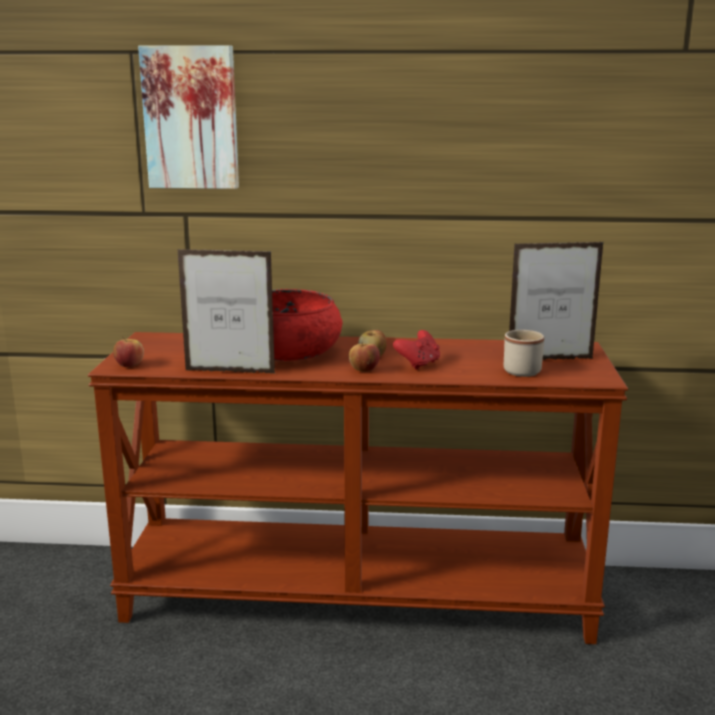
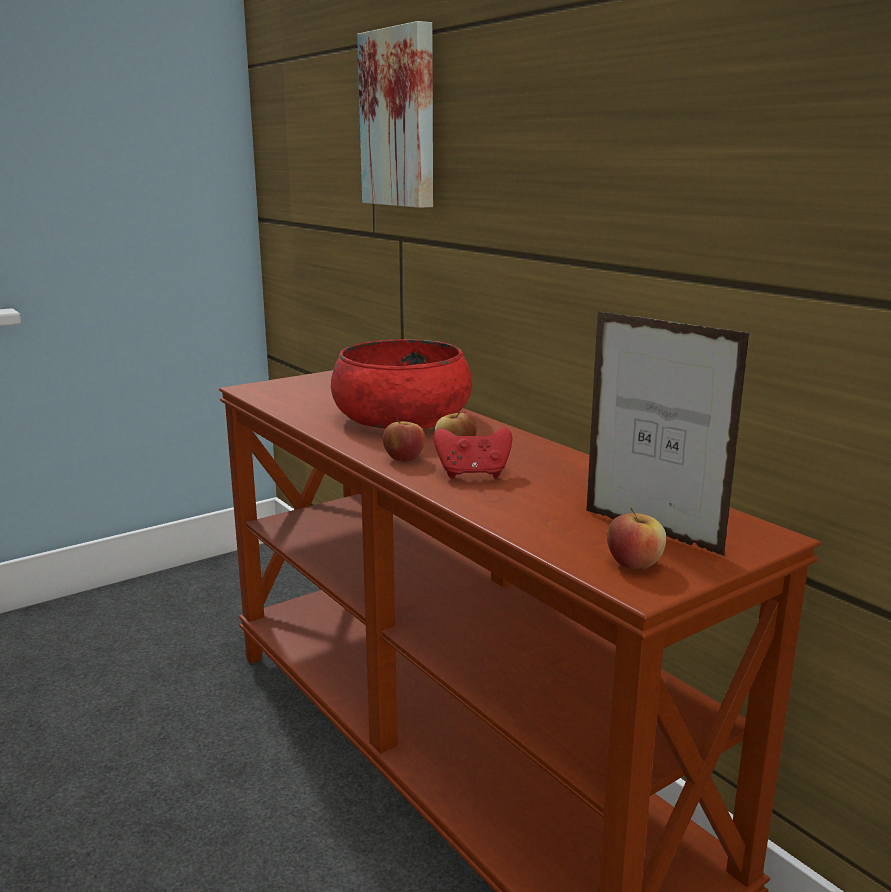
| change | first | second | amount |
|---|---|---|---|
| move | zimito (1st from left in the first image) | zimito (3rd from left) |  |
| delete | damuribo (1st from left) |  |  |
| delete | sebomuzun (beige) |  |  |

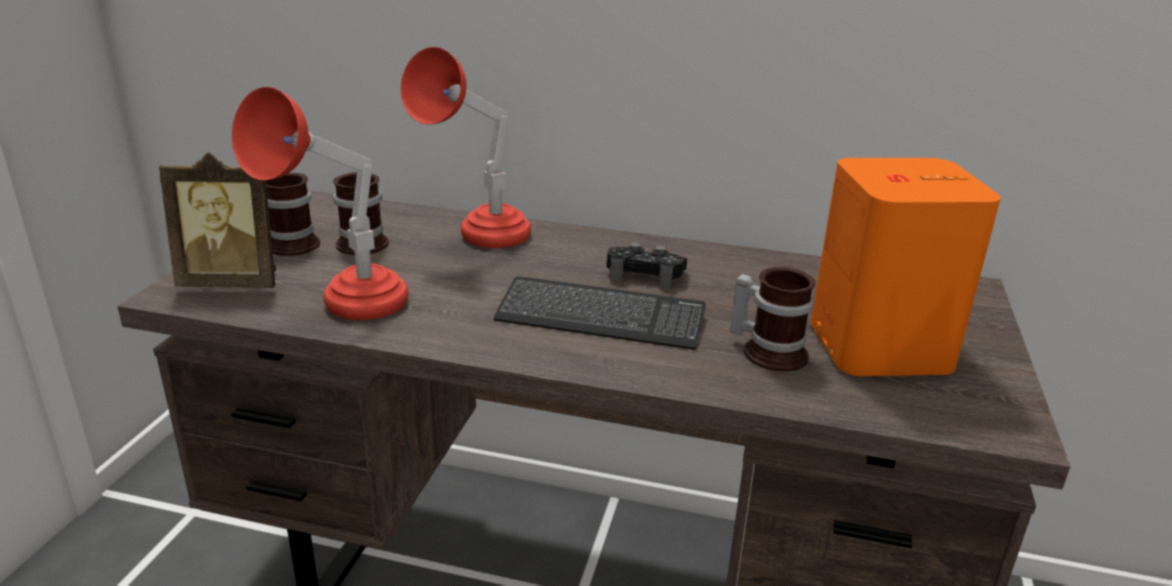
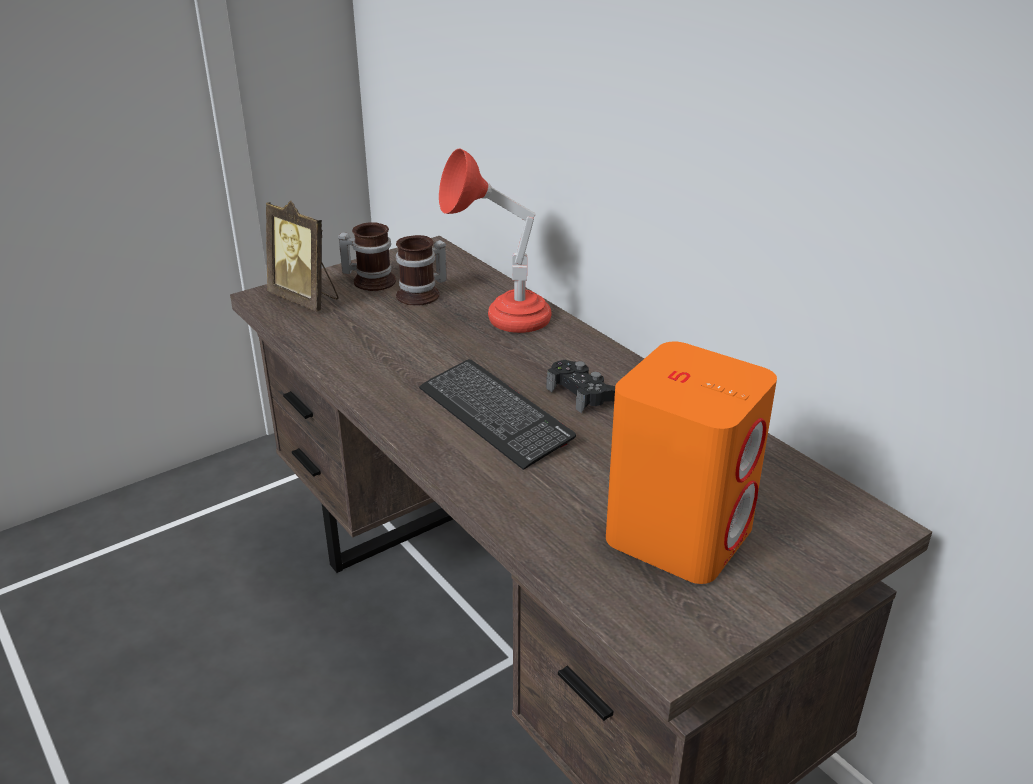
| change | first | second | amount |
|---|---|---|---|
| delete | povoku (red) (1st from left) |  |  |
| delete | sebomuzun (3rd from left) |  |  |

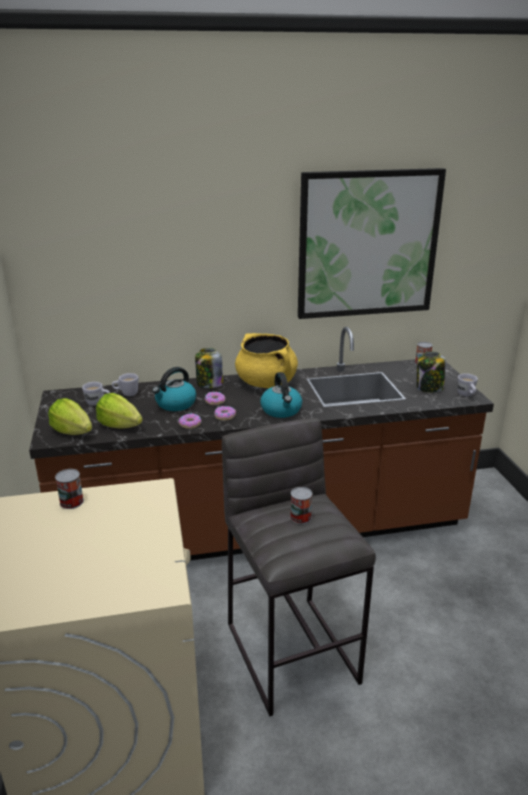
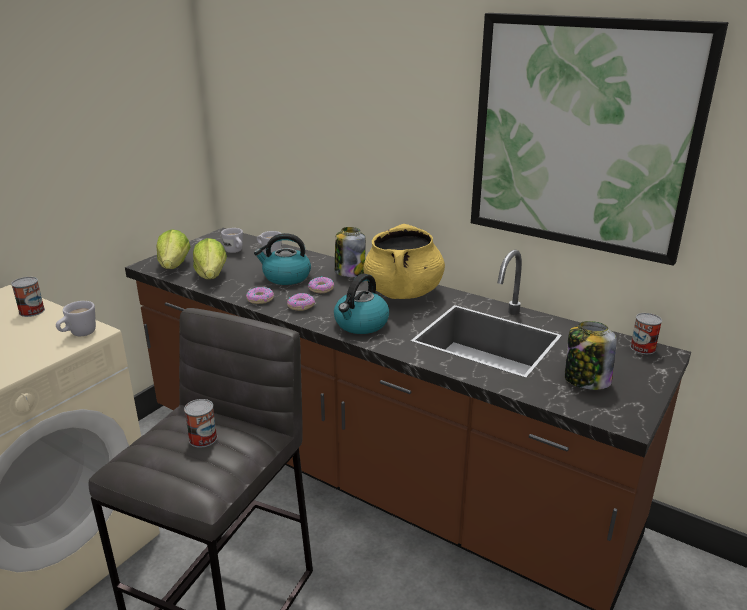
| change | first | second | amount |
|---|---|---|---|
| move | sebomuzun (white) (3rd from left in the first image) | sebomuzun (white) (1st from left) |  |

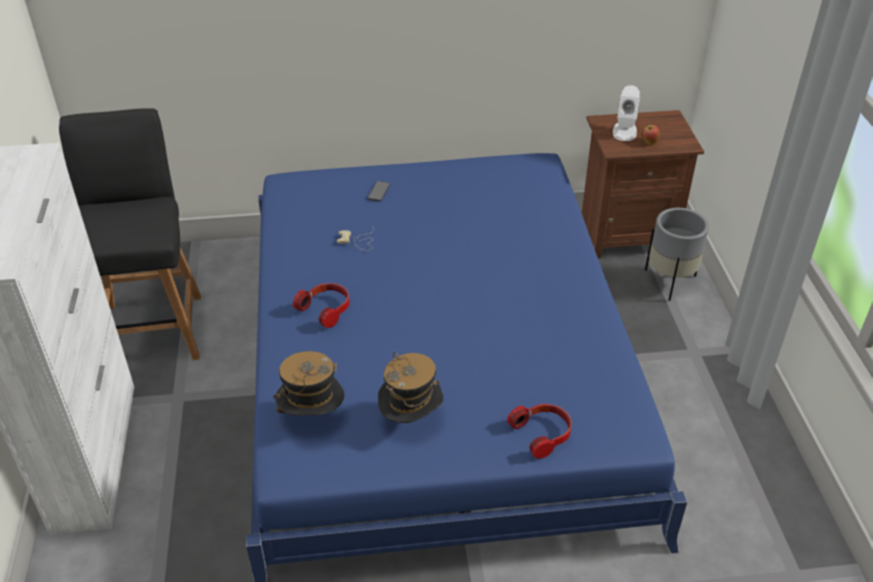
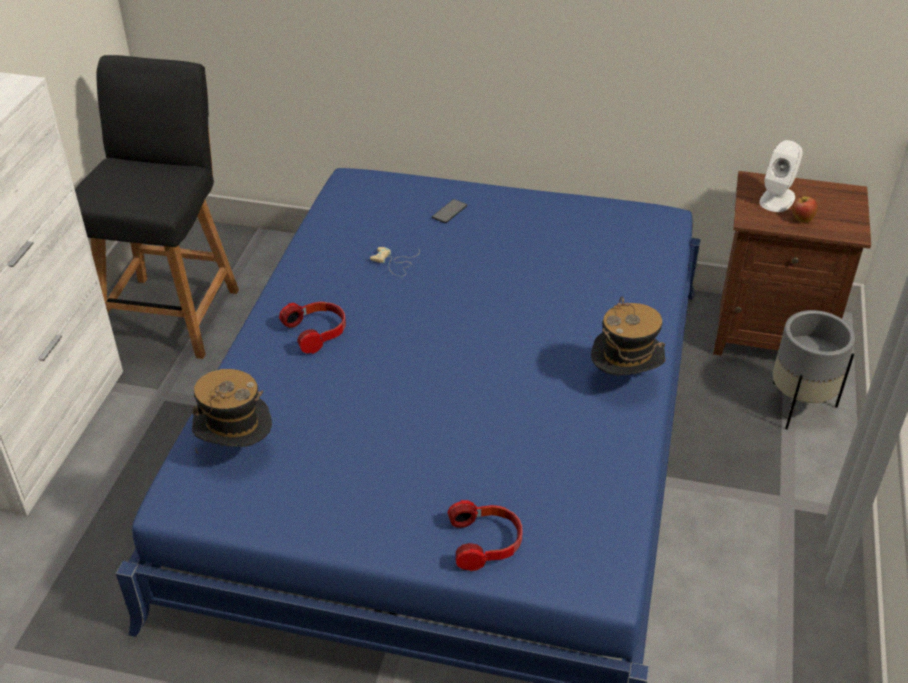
| change | first | second | amount |
|---|---|---|---|
| move | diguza (2nd from left) |  |  |

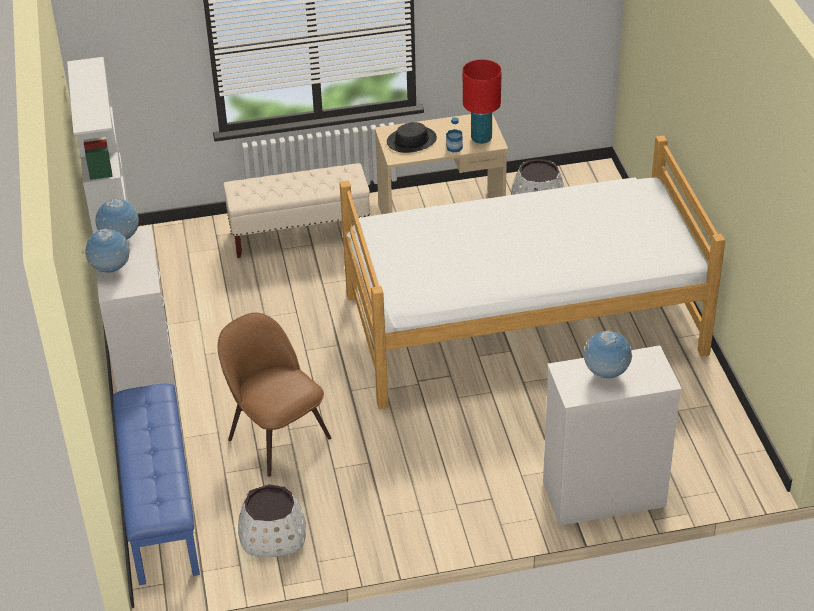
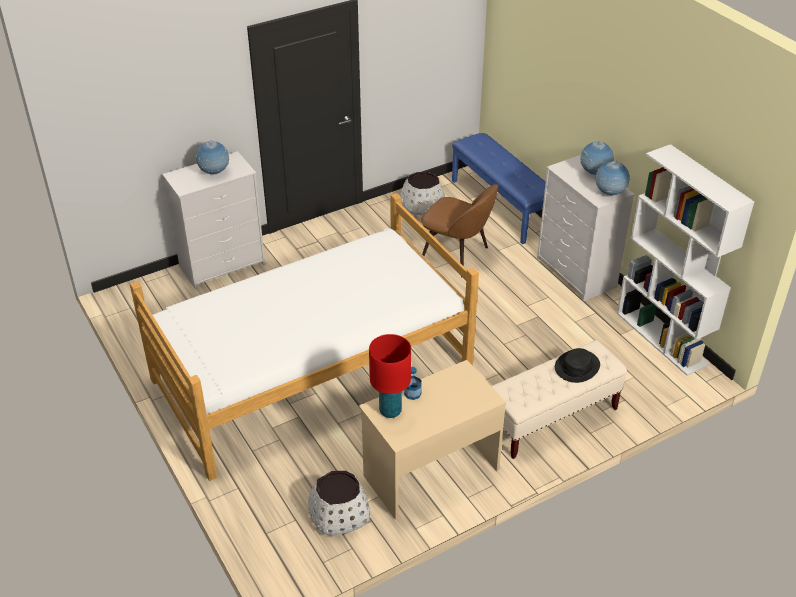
| change | first | second | amount |
|---|---|---|---|
| move | diguza (black) |  |  |

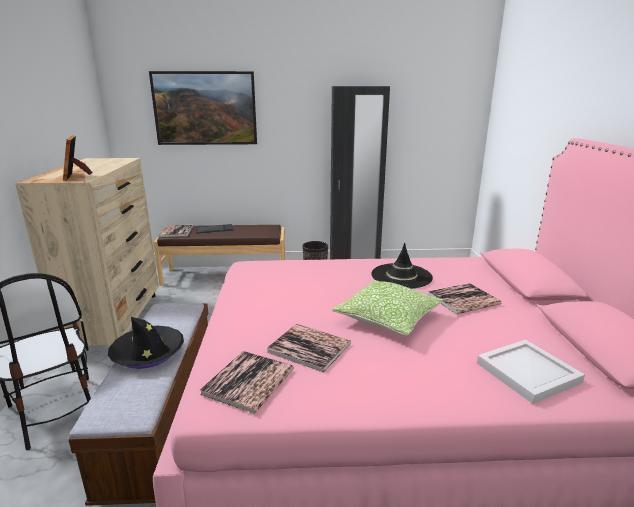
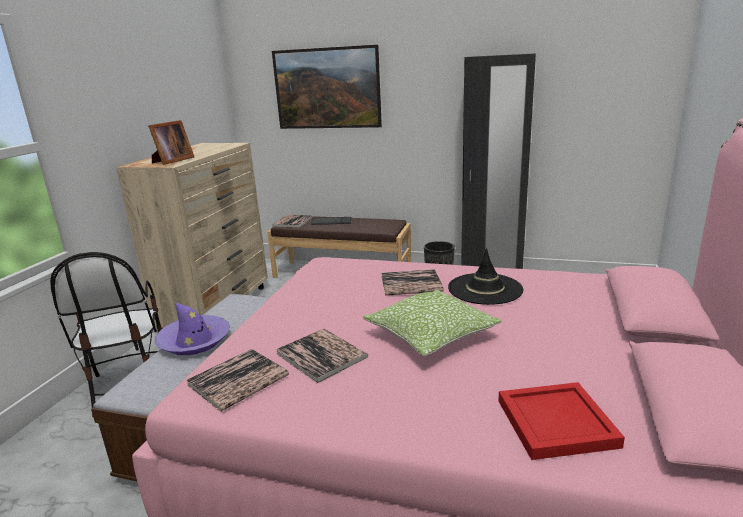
| change | first | second | amount |
|---|---|---|---|
| rotate | damuribo |  | 150 degrees counterclockwise |
| recolor | diguza (black) (1st from left) | diguza (purple) |  |
| move | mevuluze (4th from left) |  |  |
| recolor | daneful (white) | daneful (red) |  |

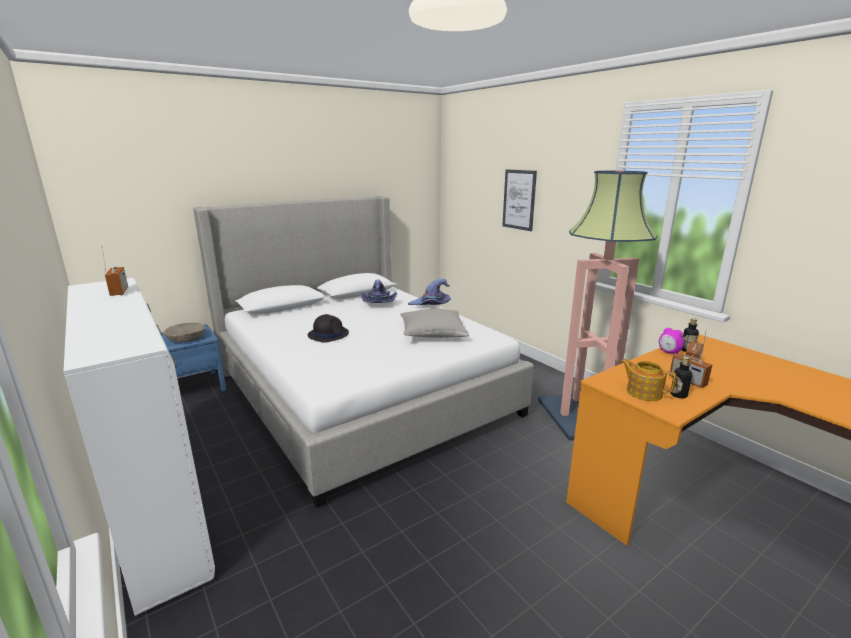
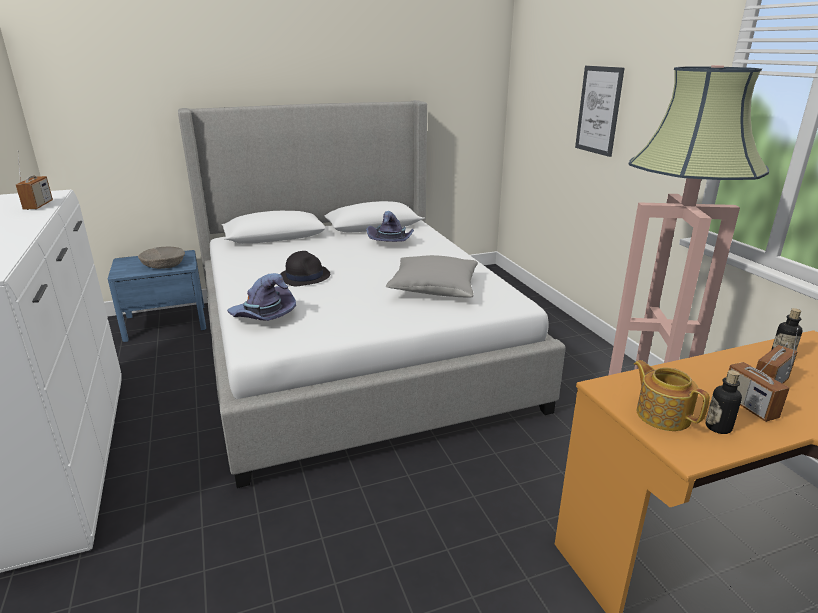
| change | first | second | amount |
|---|---|---|---|
| move | diguza (purple) (2nd from left in the first image) | diguza (purple) (1st from left) |  |
| delete | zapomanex |  |  |

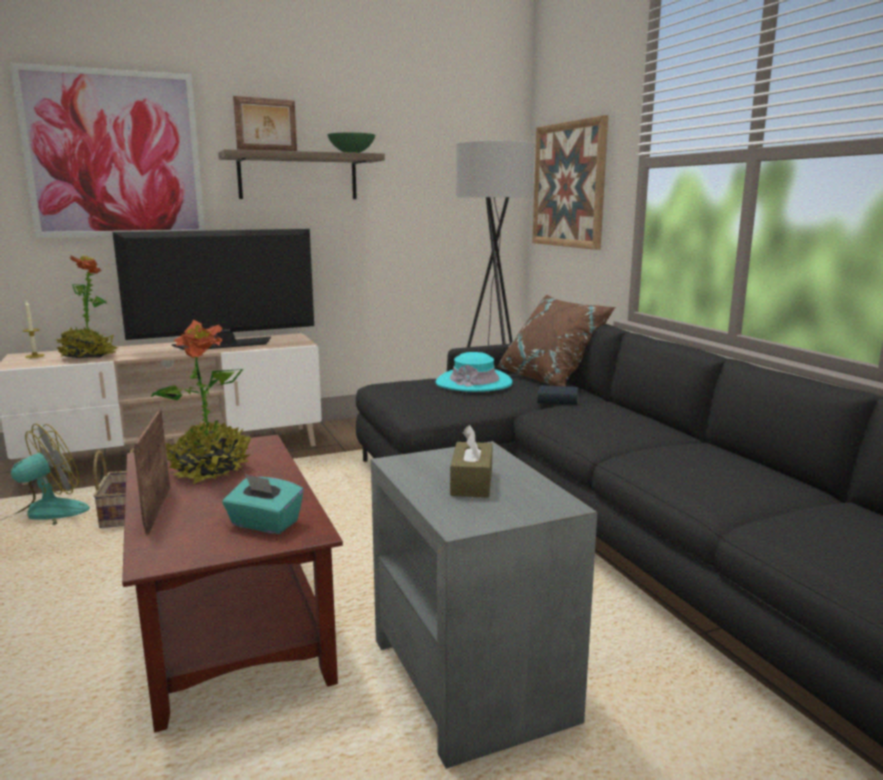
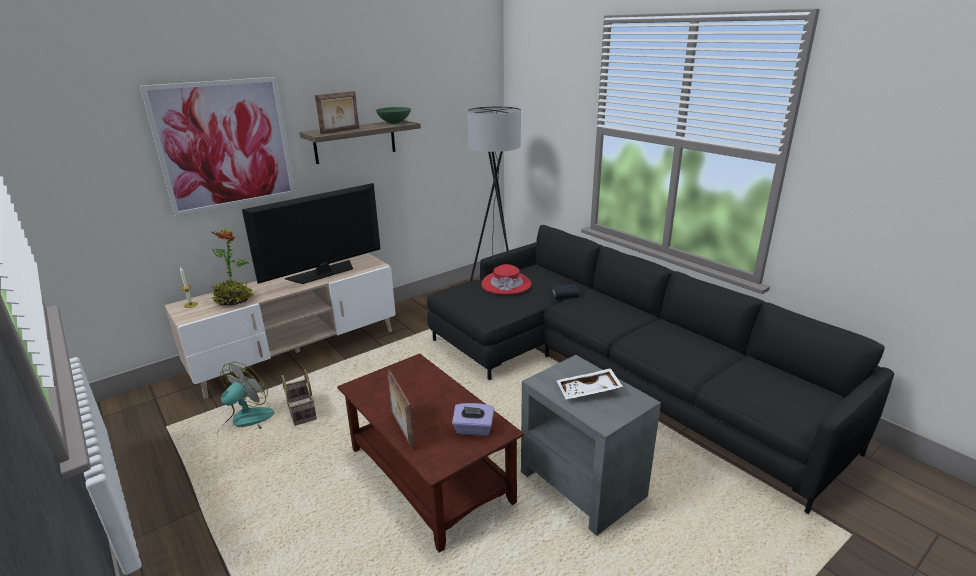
| change | first | second | amount |
|---|---|---|---|
| delete | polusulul (2nd from left) |  |  |
| recolor | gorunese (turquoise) | gorunese (purple) |  |
| recolor | diguza (turquoise) | diguza (red) |  |
| replace | gorunese (brown) | daneful (white) |  |
| delete | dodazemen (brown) |  |  |
| delete | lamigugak (2nd from left) |  |  |

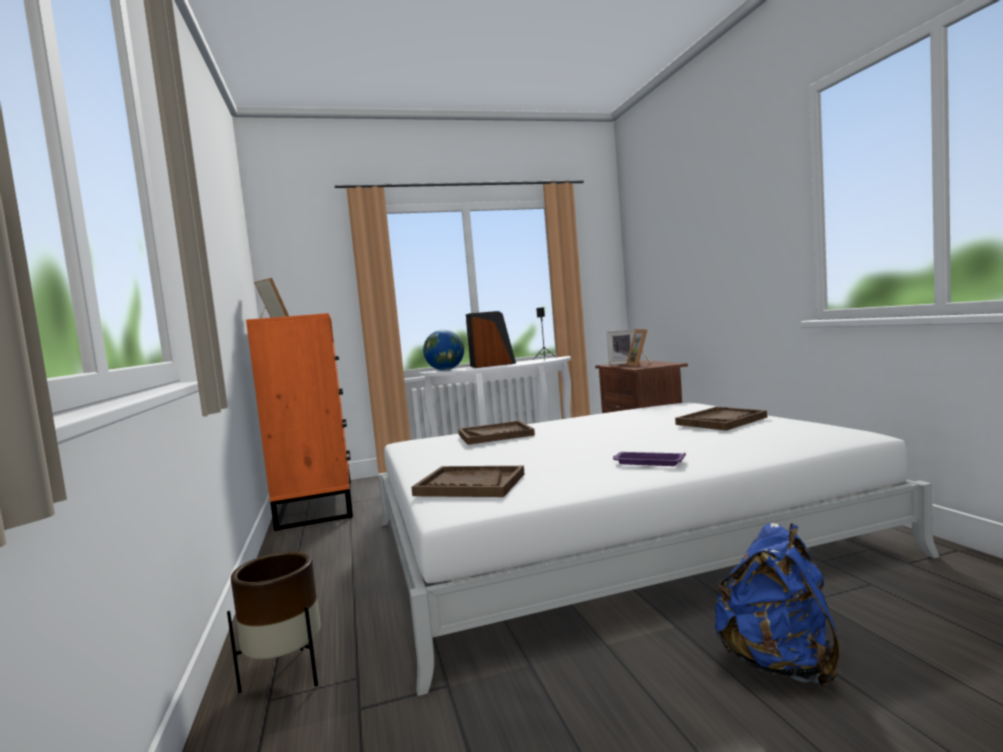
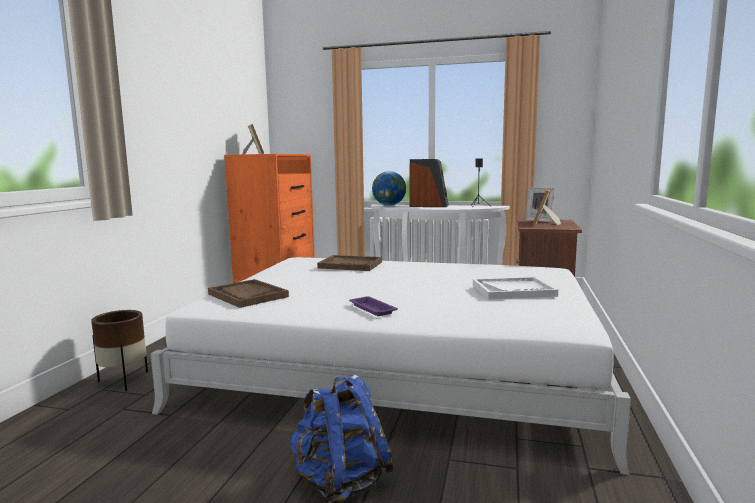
| change | first | second | amount |
|---|---|---|---|
| recolor | daneful (brown) (3rd from left) | daneful (white) |  |

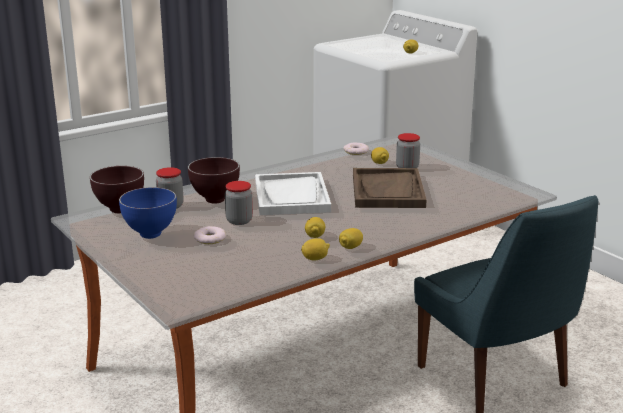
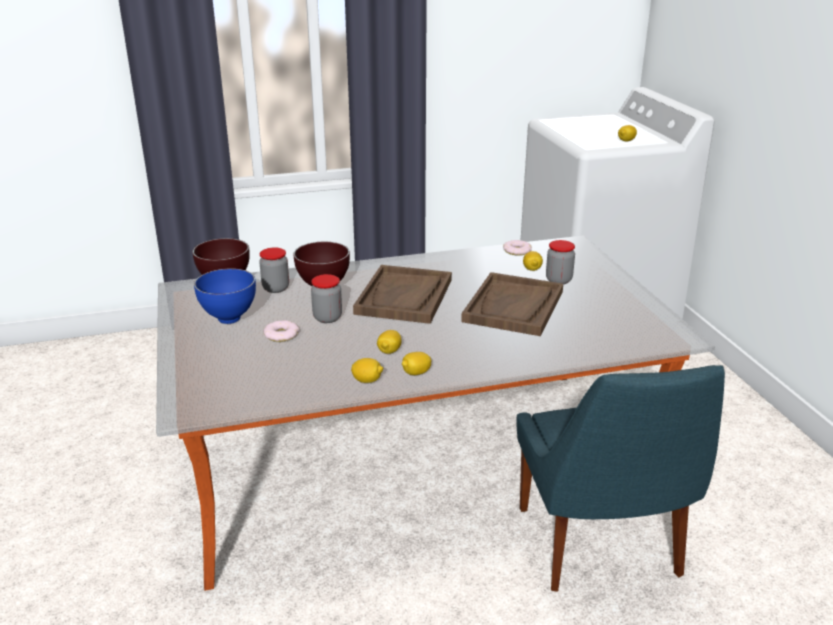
| change | first | second | amount |
|---|---|---|---|
| recolor | daneful (white) | daneful (brown) (1st from left) |  |

